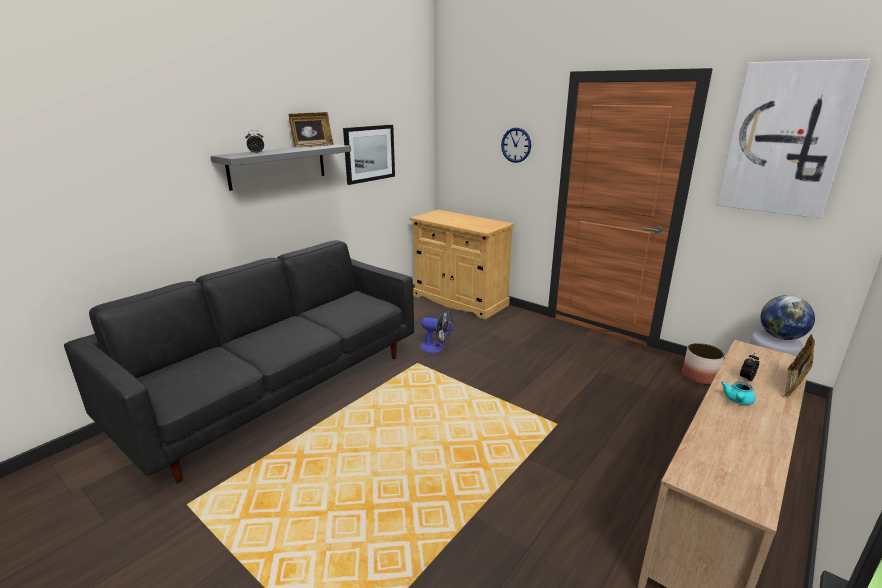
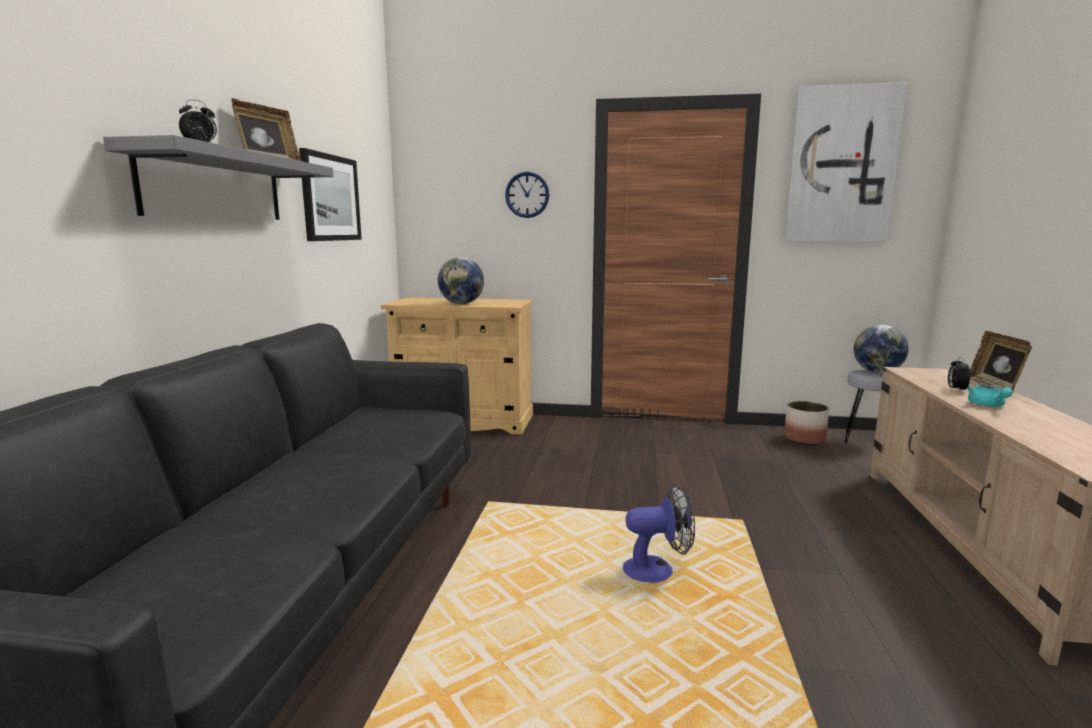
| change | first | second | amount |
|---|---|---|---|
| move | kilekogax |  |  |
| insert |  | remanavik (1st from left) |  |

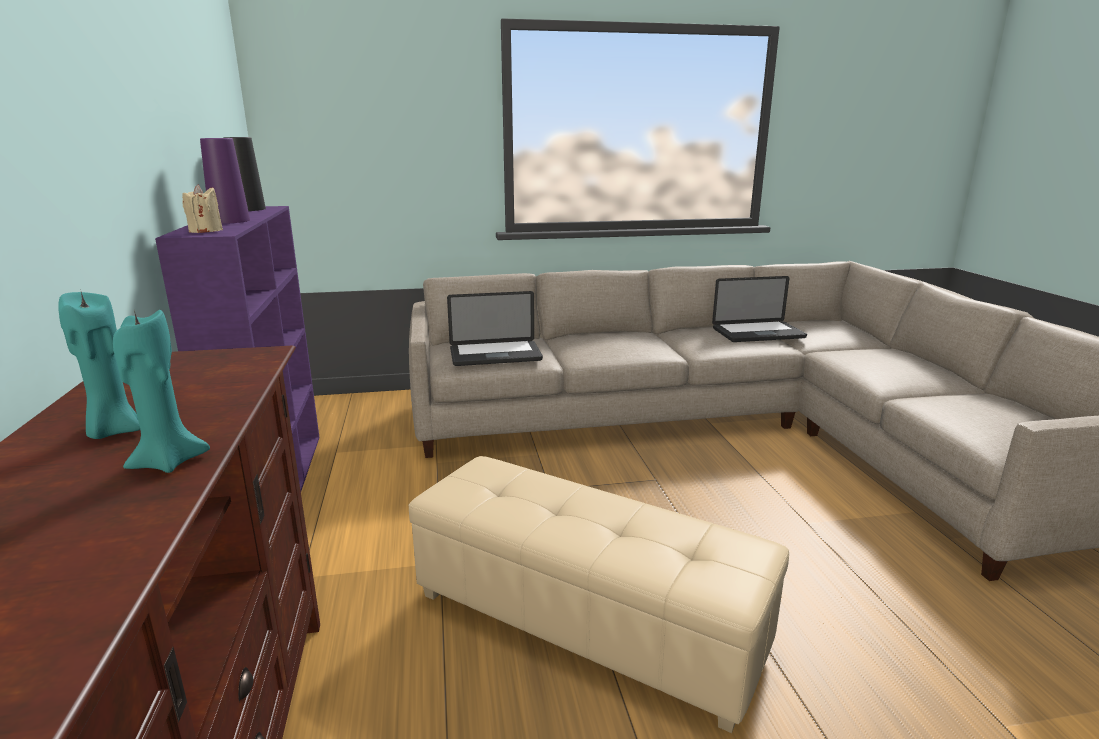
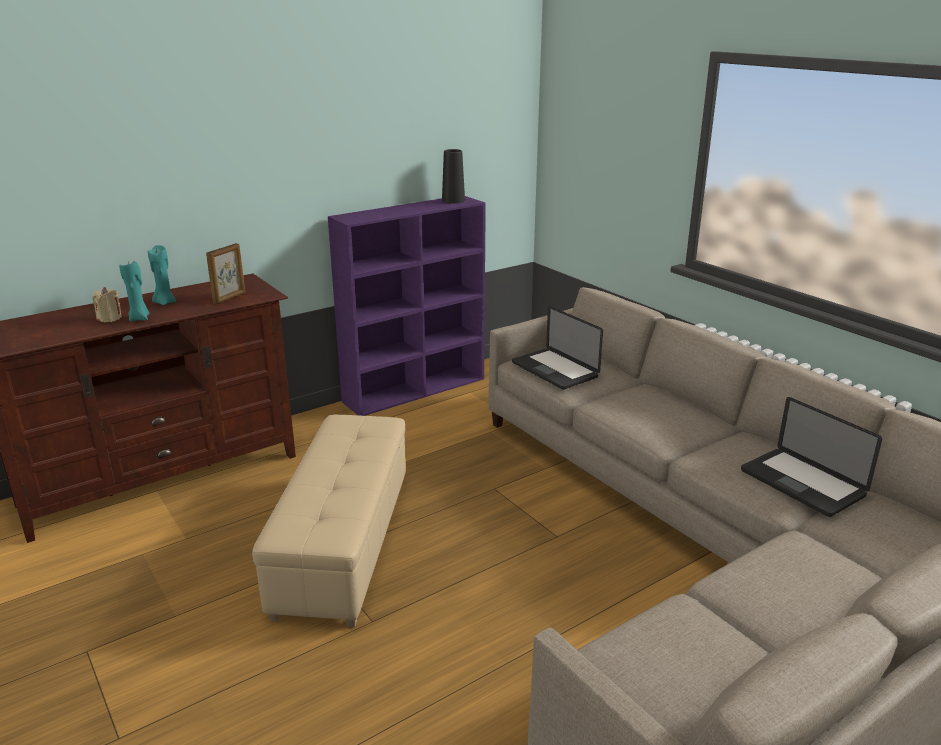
| change | first | second | amount |
|---|---|---|---|
| move | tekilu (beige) |  |  |
| delete | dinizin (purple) |  |  |
| insert |  | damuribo |  |

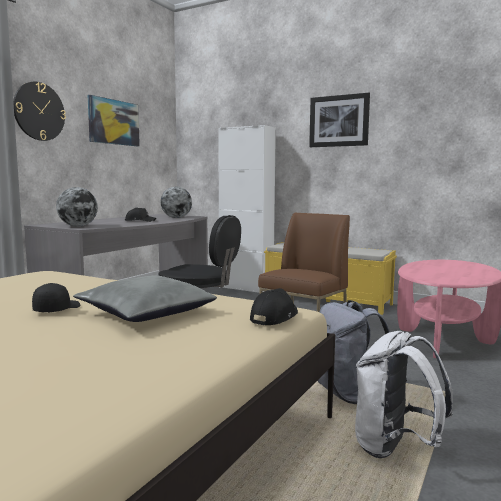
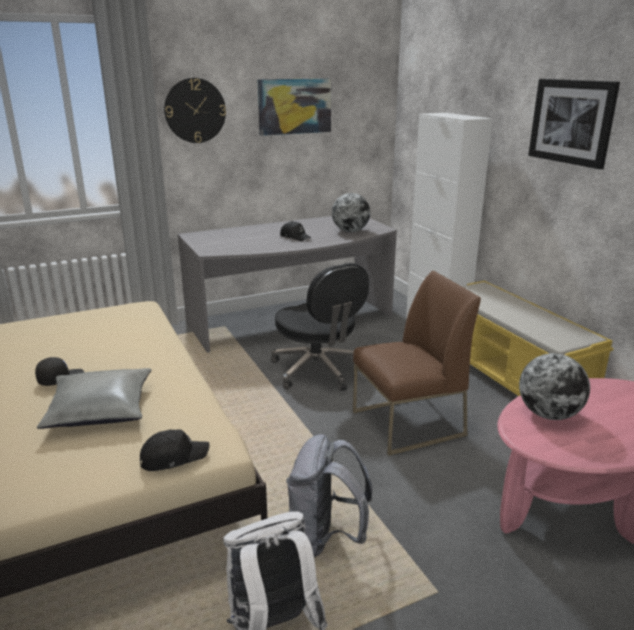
| change | first | second | amount |
|---|---|---|---|
| move | remanavik (1st from left in the first image) | remanavik (2nd from left) |  |

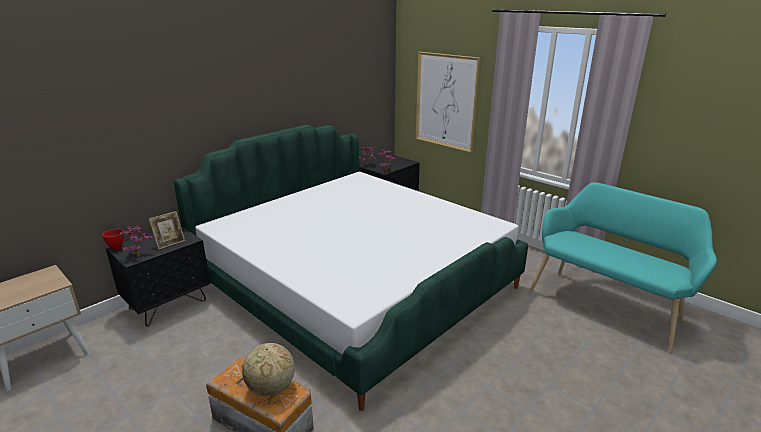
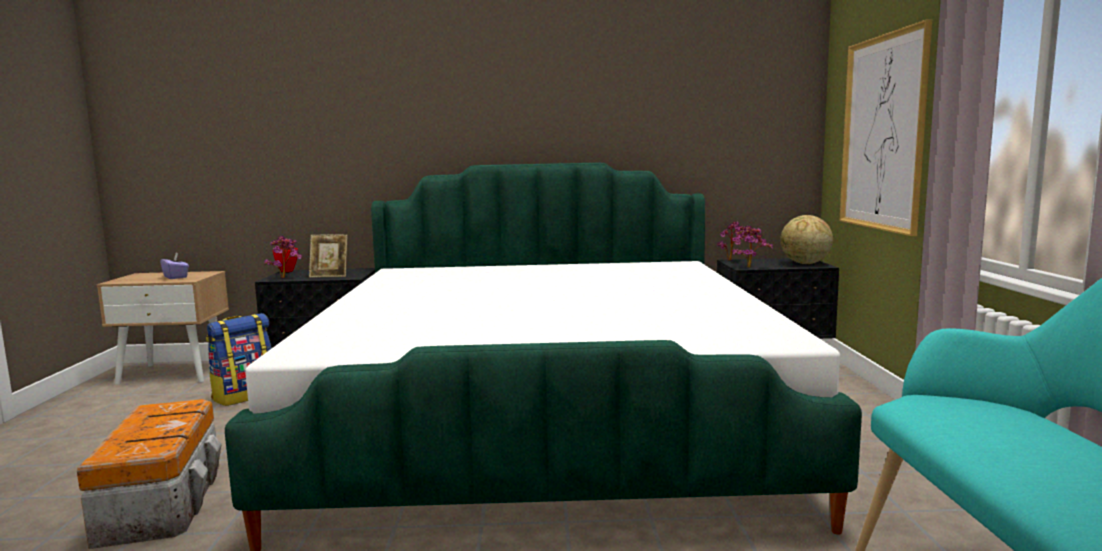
| change | first | second | amount |
|---|---|---|---|
| move | remanavik |  |  |
| insert |  | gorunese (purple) |  |
| insert |  | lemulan |  |

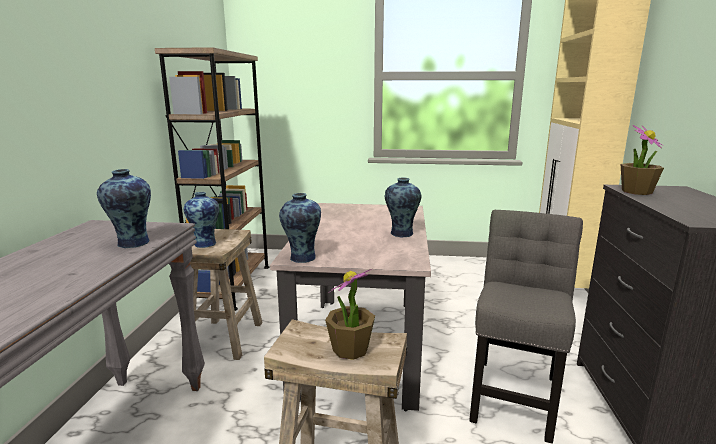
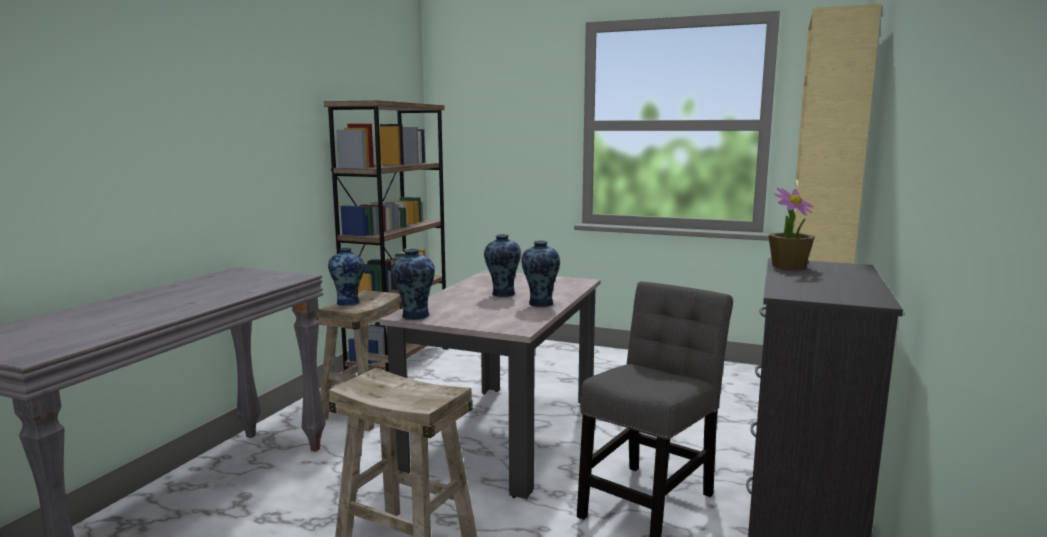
| change | first | second | amount |
|---|---|---|---|
| move | dinizin (1st from left in the first image) | dinizin (3rd from left) |  |
| delete | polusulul (1st from left) |  |  |

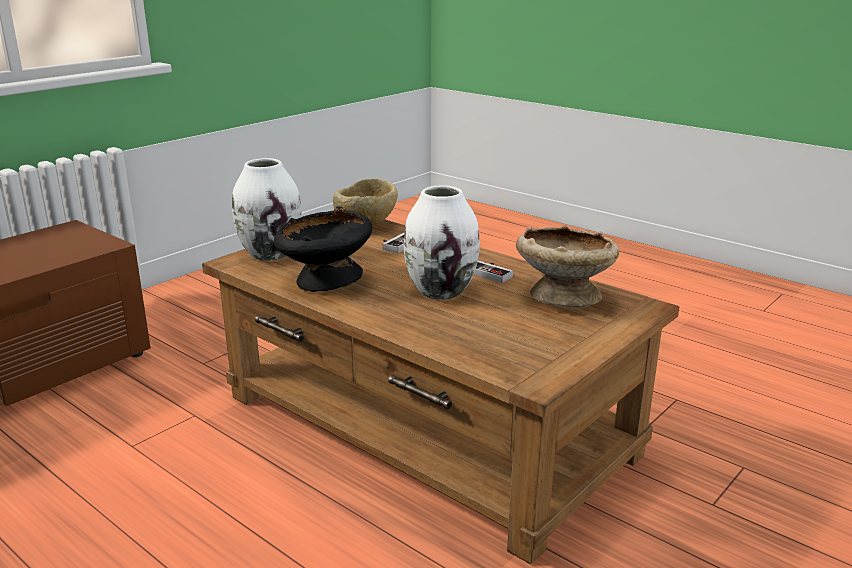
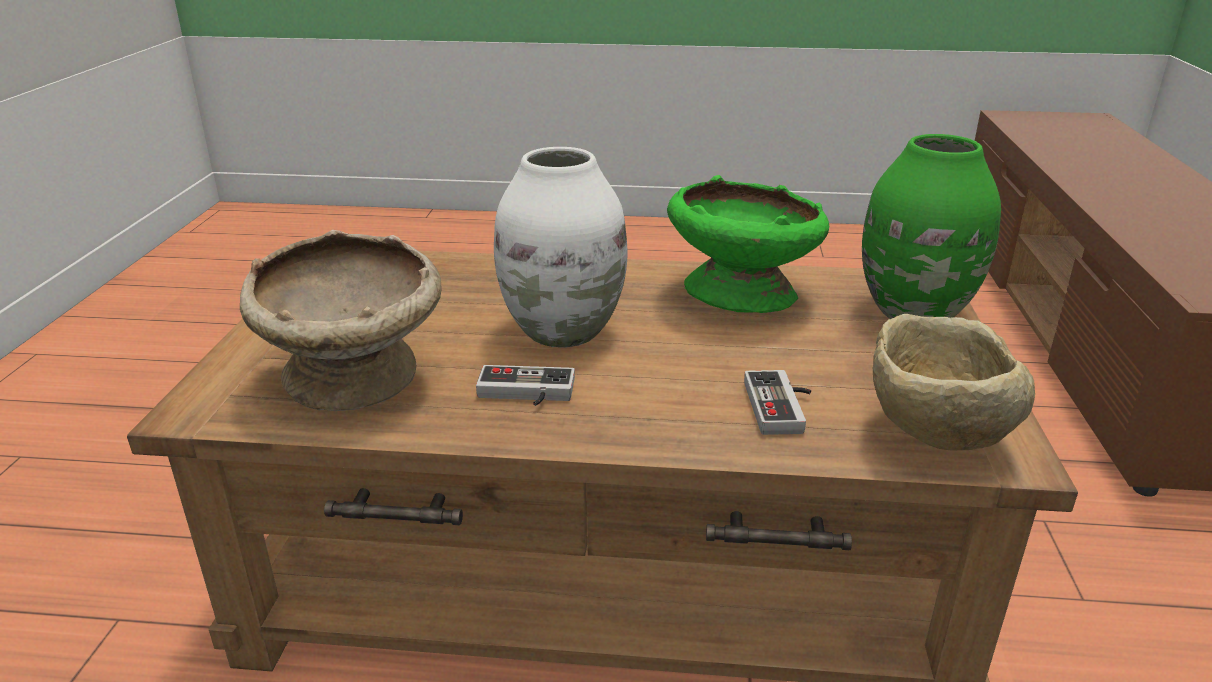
| change | first | second | amount |
|---|---|---|---|
| recolor | dinizin (white) (1st from left) | dinizin (green) |  |
| recolor | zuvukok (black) | zuvukok (green) |  |

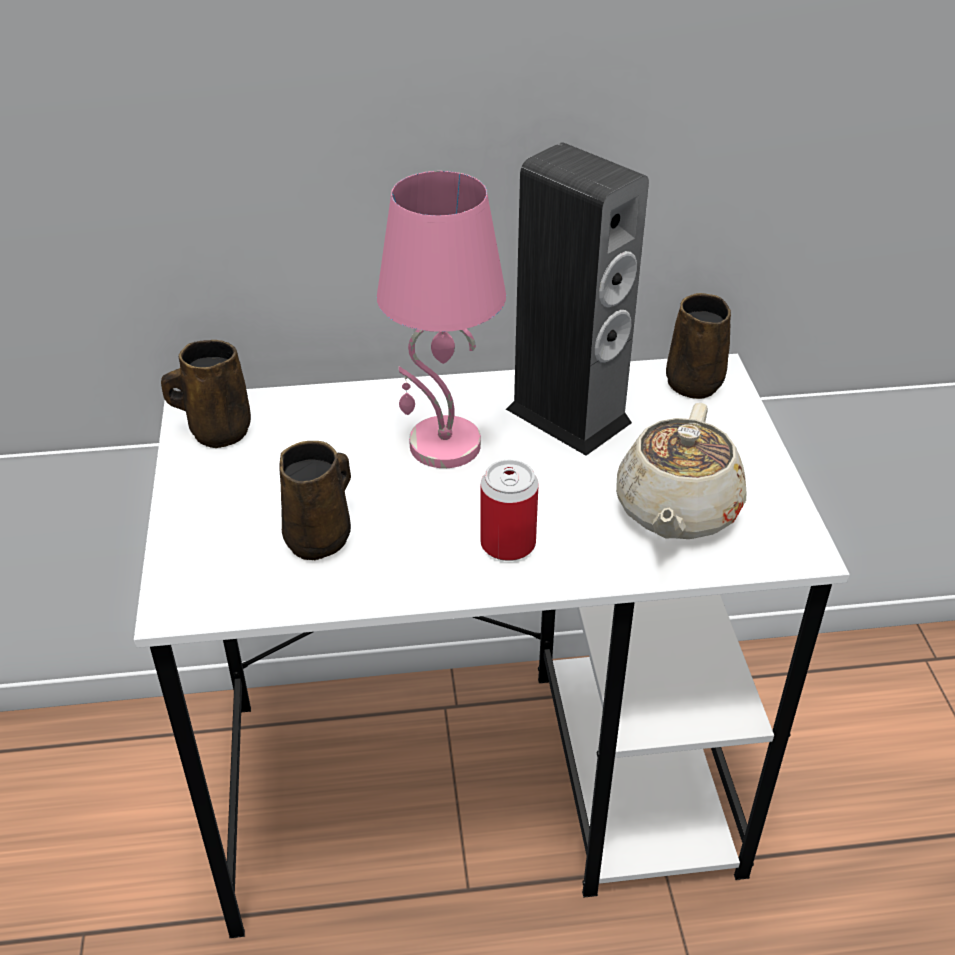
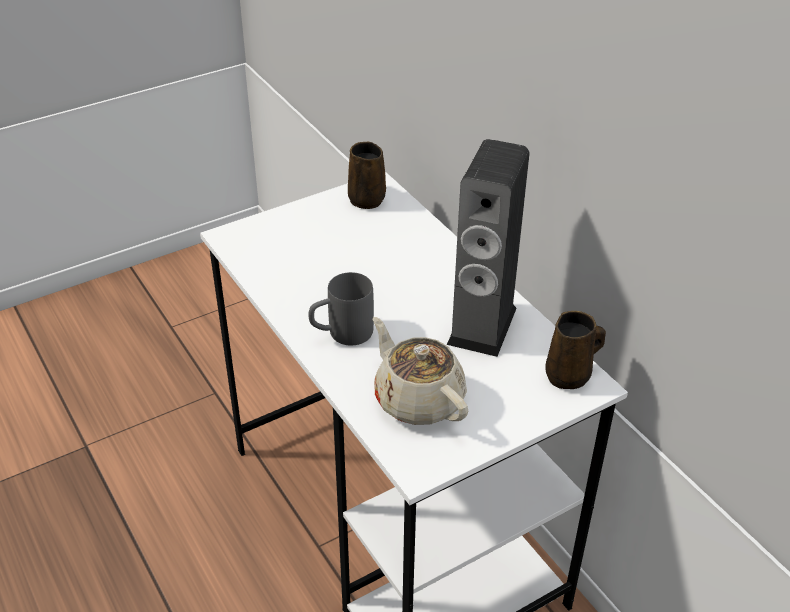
| change | first | second | amount |
|---|---|---|---|
| delete | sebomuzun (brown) (2nd from left) |  |  |
| delete | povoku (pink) |  |  |
| replace | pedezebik | sebomuzun (grey) |  |
| rotate | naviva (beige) |  | 60 degrees clockwise |

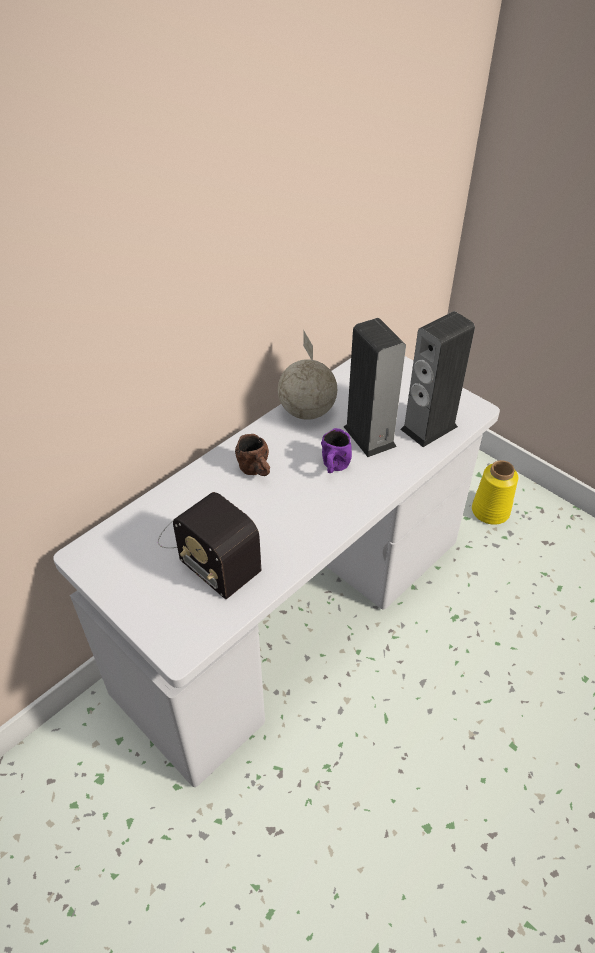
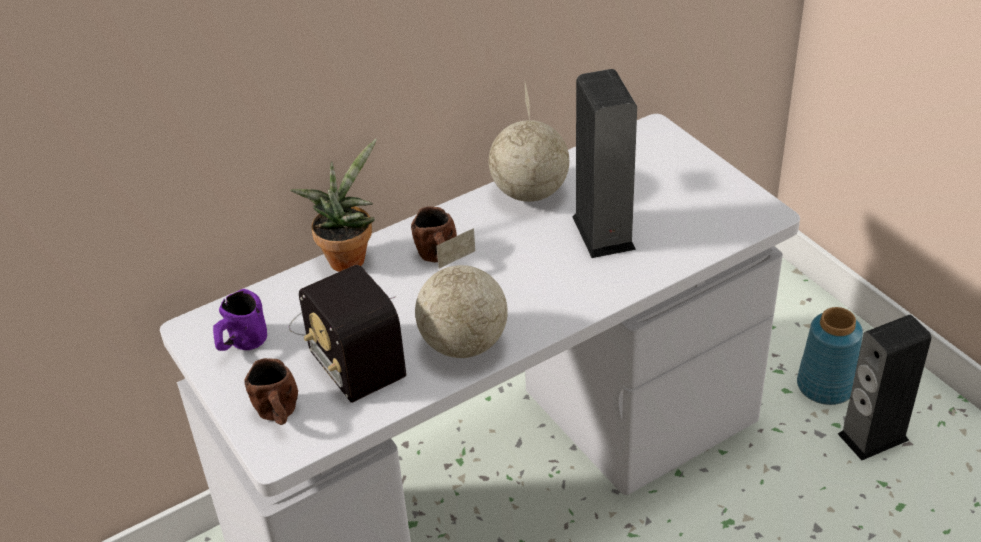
| change | first | second | amount |
|---|---|---|---|
| move | sebomuzun (purple) |  |  |
| move | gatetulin (2nd from left) |  |  |
| recolor | dinizin (yellow) | dinizin (blue) |  |
| insert |  | sebomuzun (brown) (1st from left) |  |
| insert |  | polusulul |  |
| insert |  | remanavik (1st from left) |  |

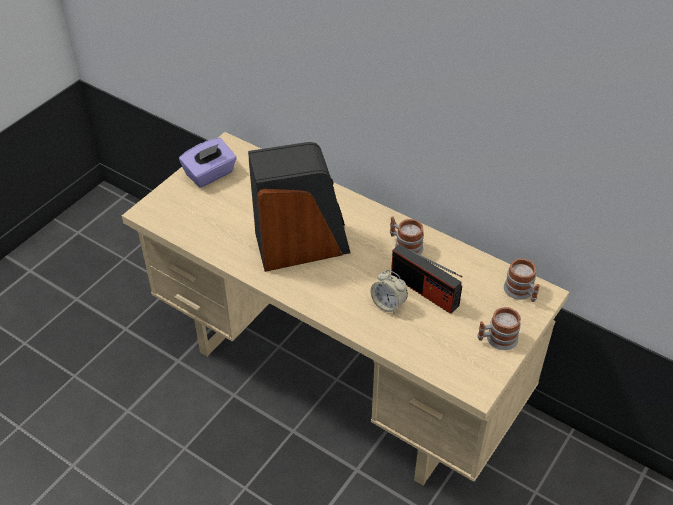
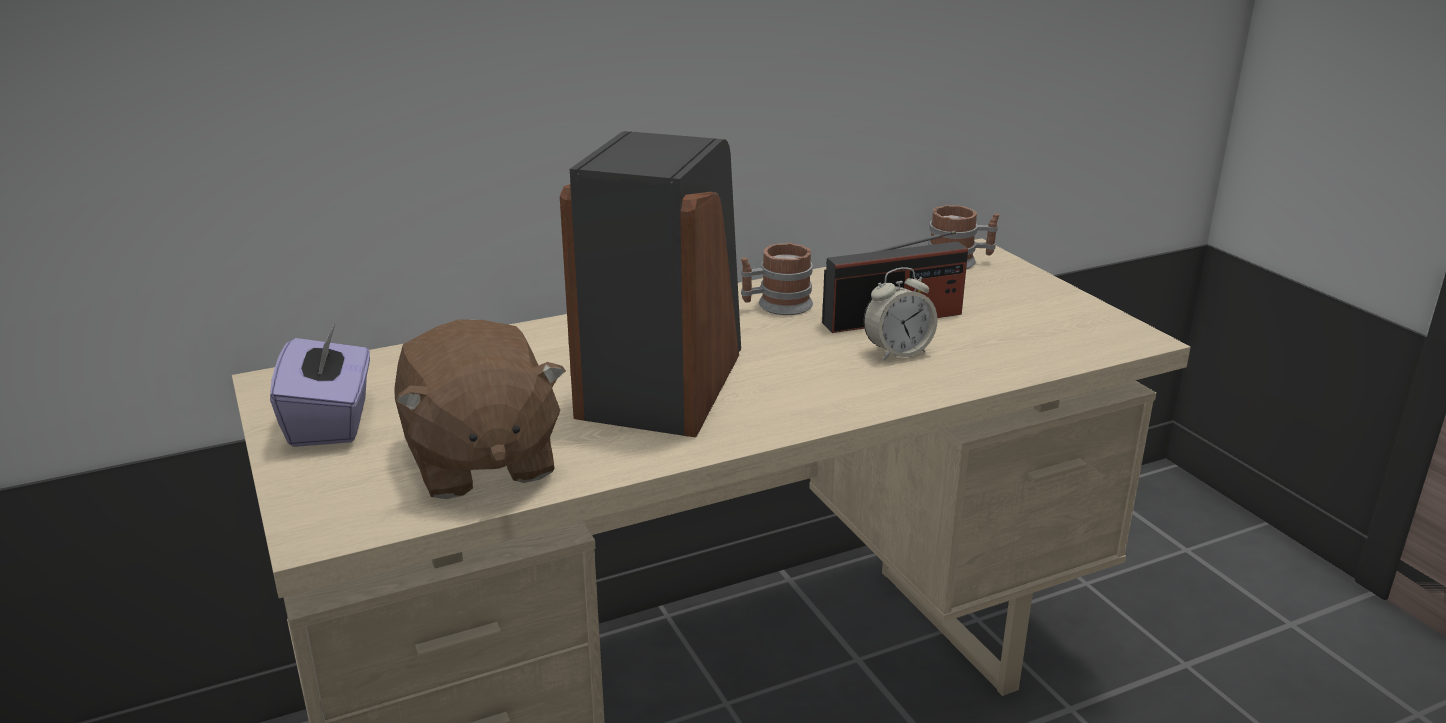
| change | first | second | amount |
|---|---|---|---|
| delete | sebomuzun (2nd from left) |  |  |
| insert |  | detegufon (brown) |  |

